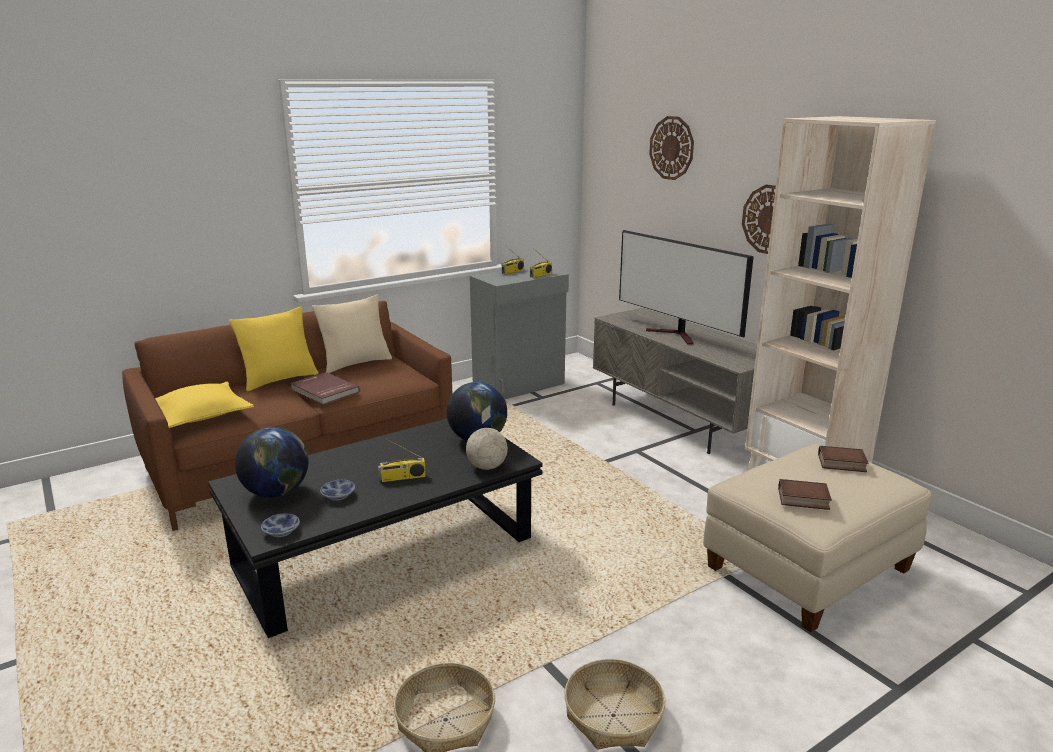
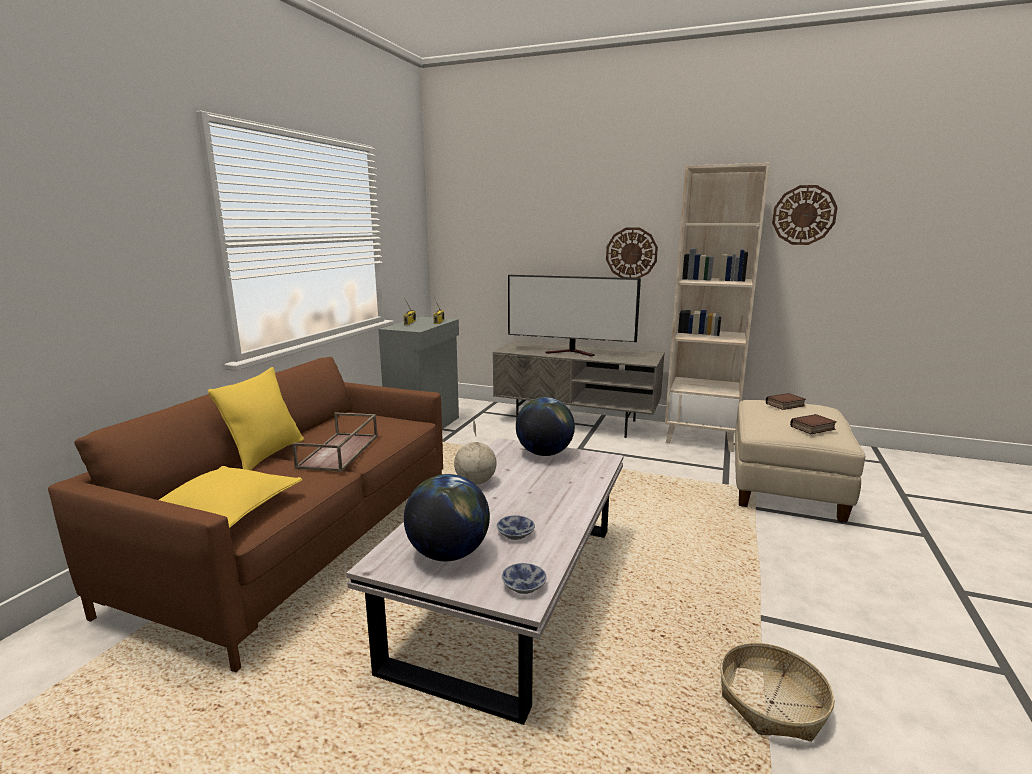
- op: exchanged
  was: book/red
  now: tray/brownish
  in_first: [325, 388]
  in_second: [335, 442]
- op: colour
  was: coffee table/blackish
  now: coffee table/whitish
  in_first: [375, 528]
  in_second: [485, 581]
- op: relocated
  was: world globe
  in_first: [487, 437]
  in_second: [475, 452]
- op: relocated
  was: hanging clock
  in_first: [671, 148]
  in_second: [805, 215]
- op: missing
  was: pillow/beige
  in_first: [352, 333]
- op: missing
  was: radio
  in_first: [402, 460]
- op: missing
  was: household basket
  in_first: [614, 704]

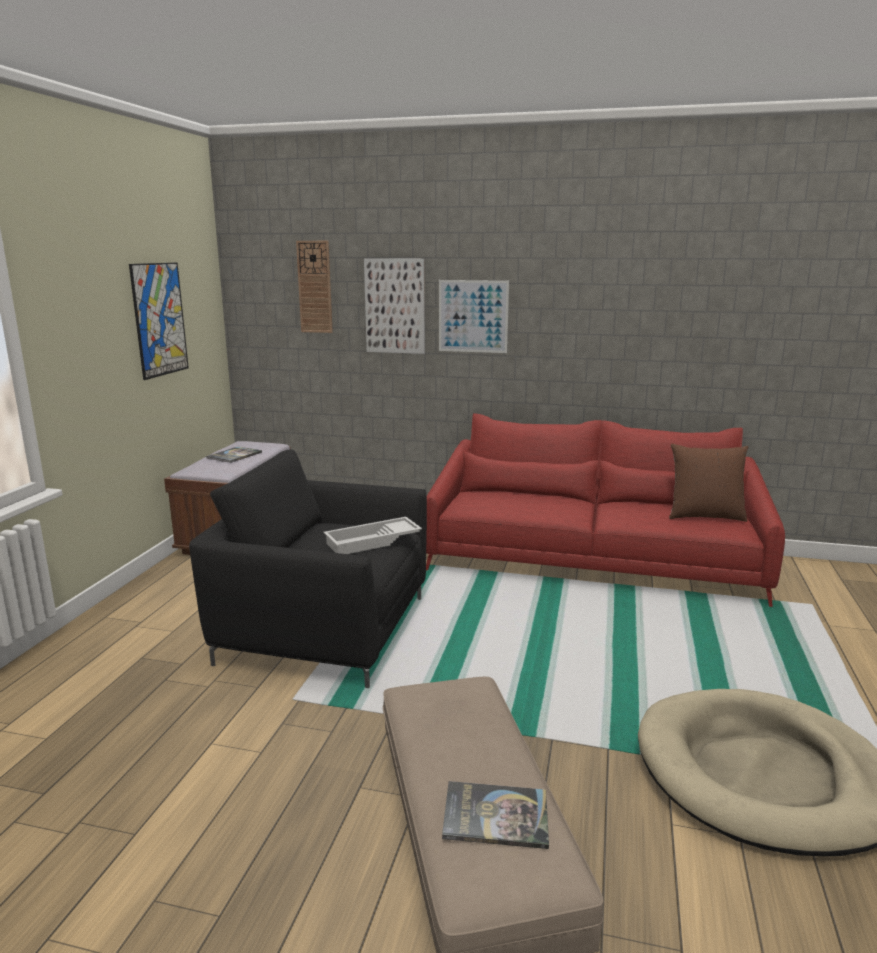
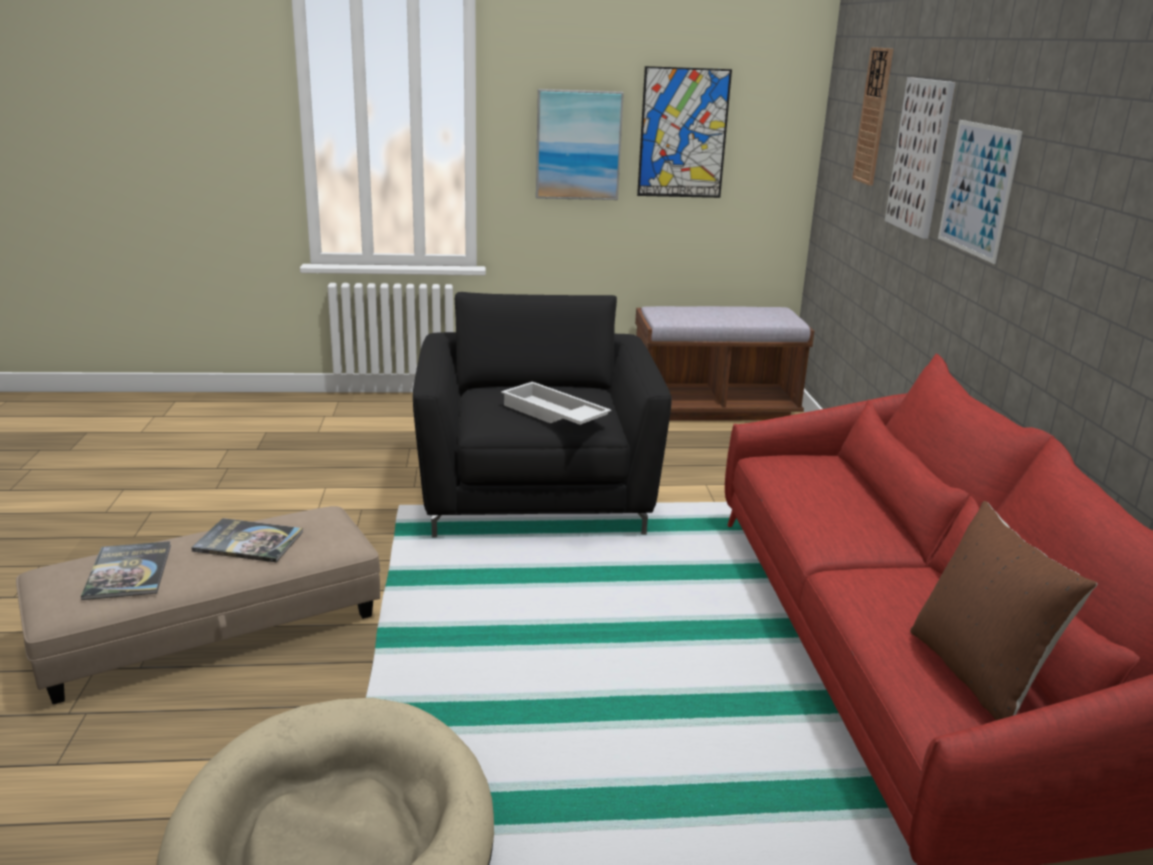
- op: relocated
  was: book
  in_first: [234, 455]
  in_second: [247, 540]
- op: appeared
  now: wall art
  in_second: [580, 144]

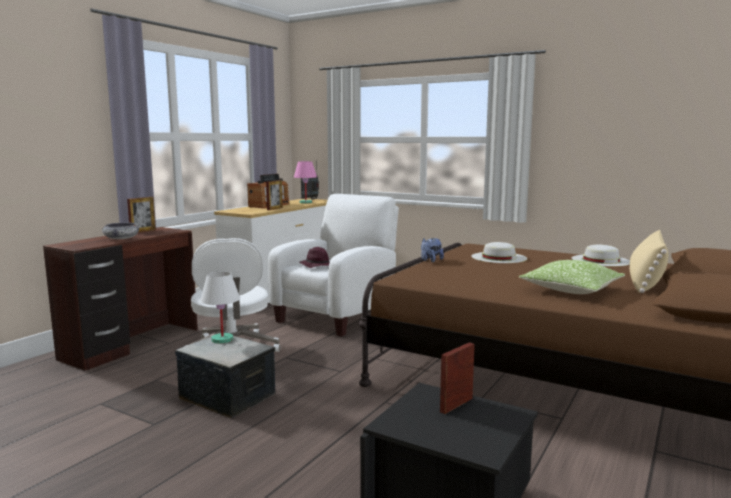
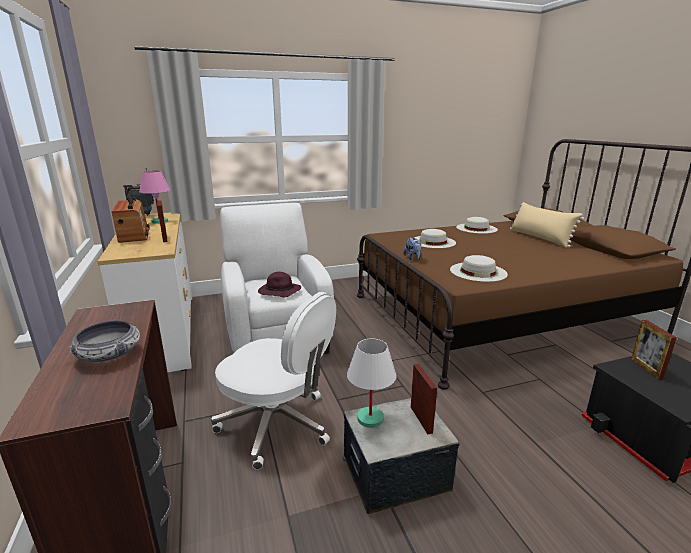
- op: relocated
  was: photo frame
  in_first: [141, 214]
  in_second: [424, 399]
- op: appeared
  now: clothing hat/whitish
  in_second: [479, 268]
- op: missing
  was: pillow
  in_first: [572, 277]

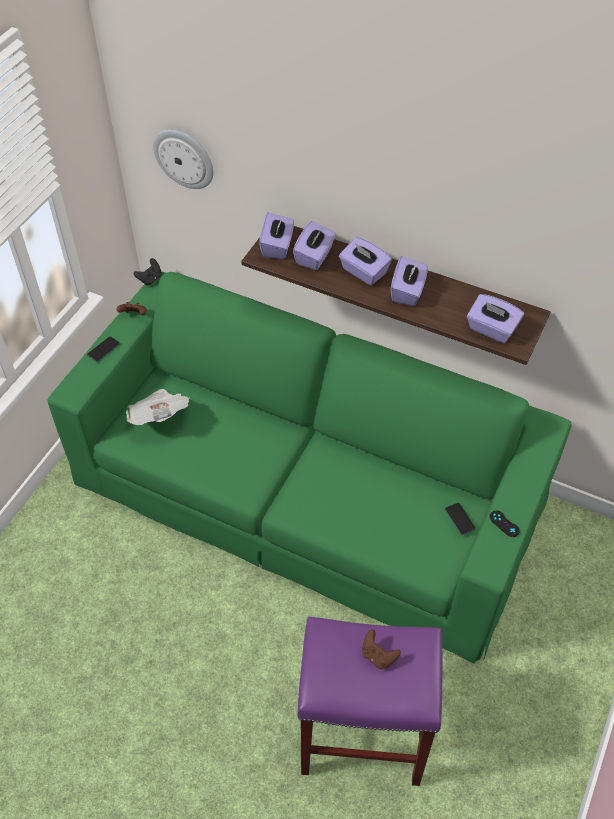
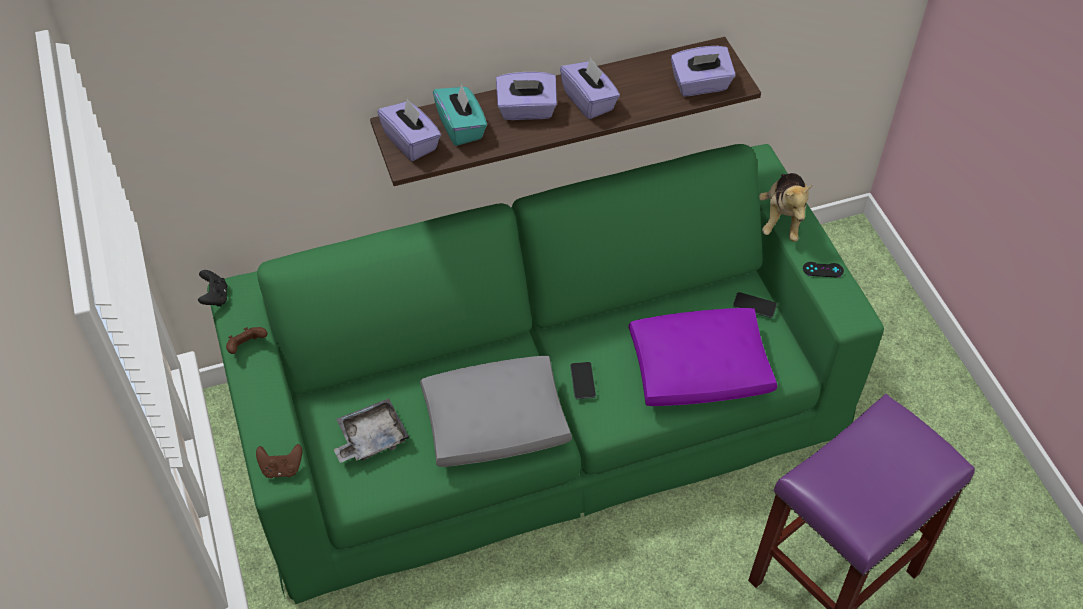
- op: relocated
  was: game controller/brownish
  in_first: [381, 649]
  in_second: [279, 461]
- op: exchanged
  was: newspaper
  now: tray/greyish
  in_first: [158, 407]
  in_second: [371, 430]
- op: appeared
  now: pillow/greyish
  in_second: [496, 411]
- op: colour
  was: tissue holder/purple
  now: tissue holder/turquoise-coloured
  in_first: [314, 245]
  in_second: [460, 115]
- op: relocated
  was: telephone
  in_first: [103, 349]
  in_second: [583, 380]
- op: appeared
  now: pillow/purple
  in_second: [703, 357]
- op: appeared
  now: plush toy
  in_second: [786, 207]
- op: missing
  was: hanging clock
  in_first: [183, 159]

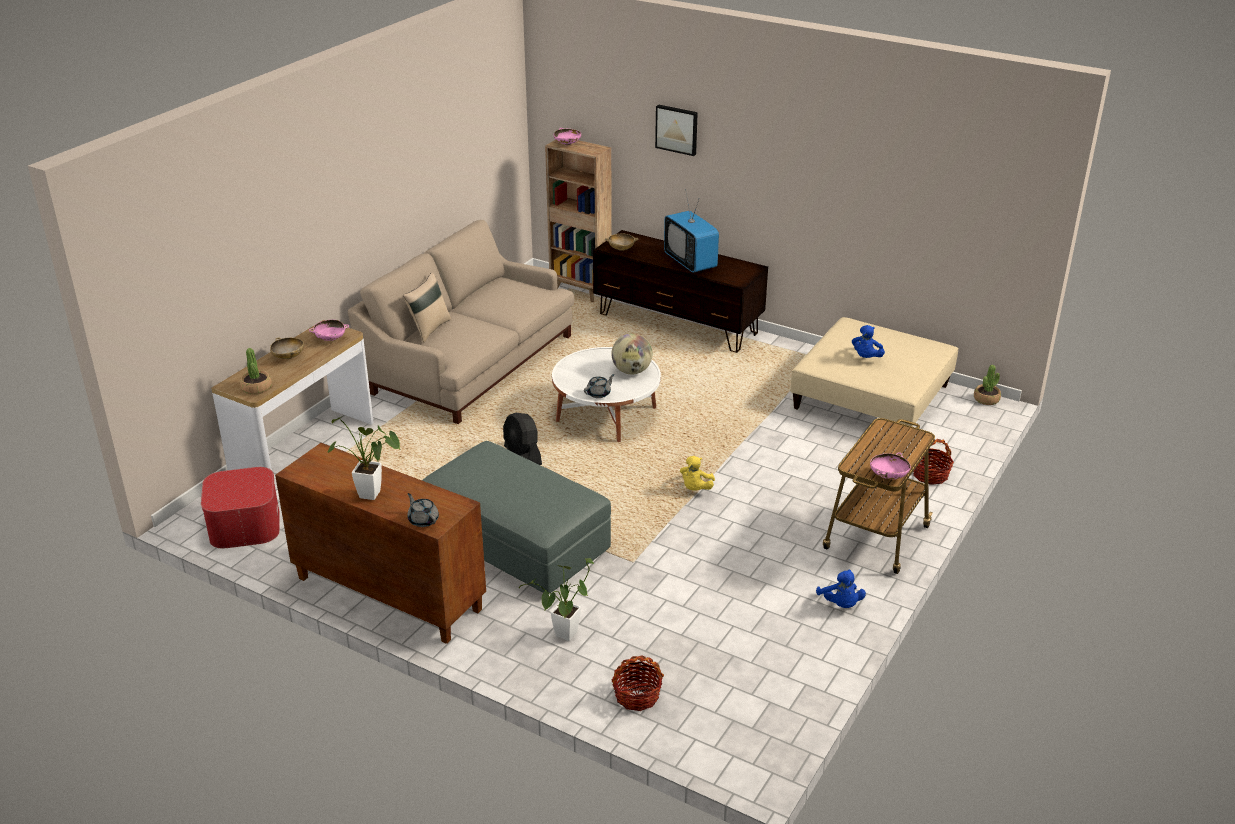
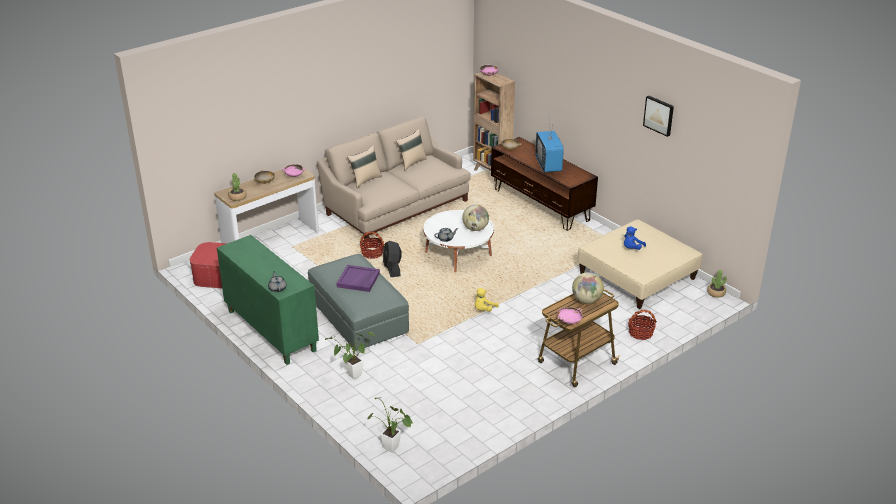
- op: colour
  was: cupboard/brownish
  now: cupboard/green-coloured
  in_first: [380, 543]
  in_second: [268, 300]
- op: appeared
  now: tray/purple
  in_second: [358, 278]
- op: relocated
  was: household basket
  in_first: [637, 683]
  in_second: [372, 245]
- op: relocated
  was: potted plant
  in_first: [363, 458]
  in_second: [390, 425]
- op: appeared
  now: pillow/beige
  in_second: [411, 150]
- op: appeared
  now: world globe
  in_second: [588, 288]
- op: relocated
  was: wall art
  in_first: [676, 130]
  in_second: [658, 116]
- op: missing
  was: plush toy/bluish
  in_first: [841, 589]

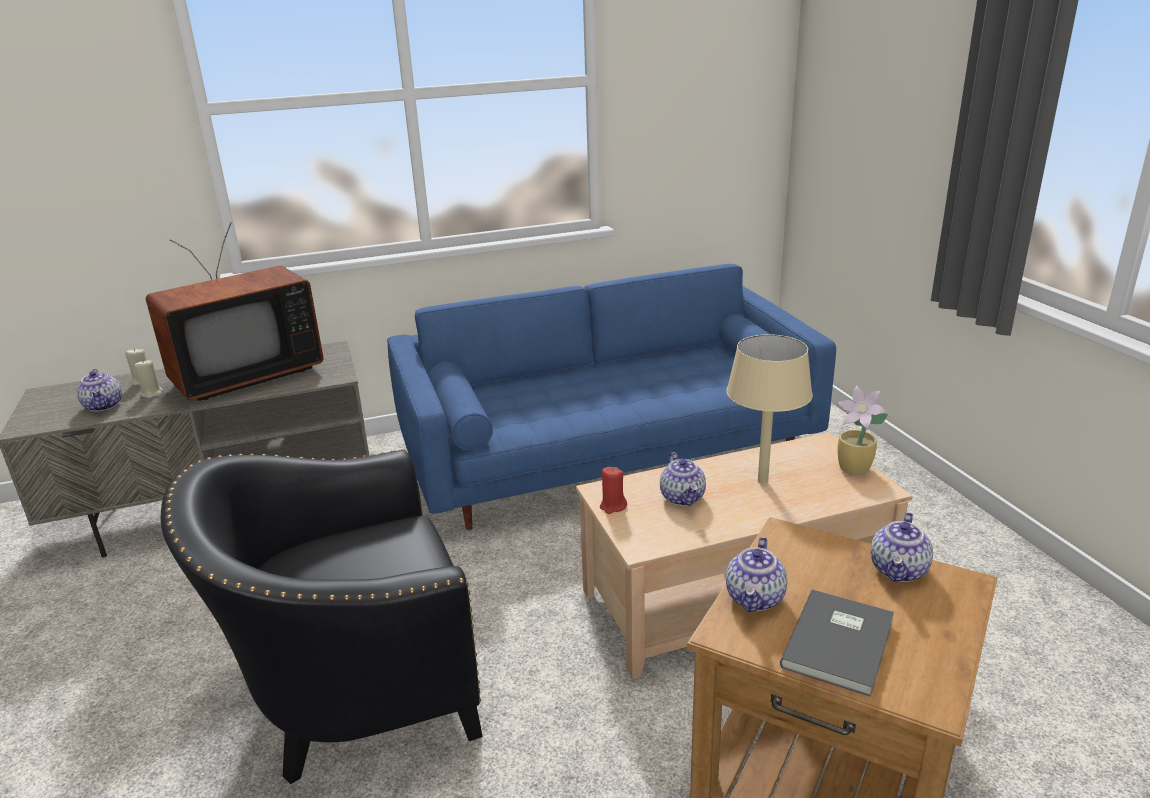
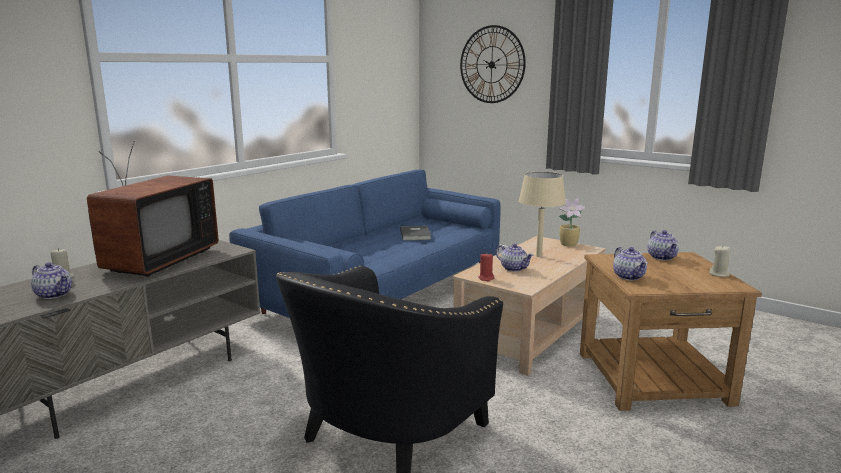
- op: relocated
  was: book/greyish
  in_first: [837, 643]
  in_second: [416, 233]
- op: appeared
  now: hanging clock
  in_second: [493, 64]
- op: relocated
  was: wax light/beige
  in_first: [148, 378]
  in_second: [720, 261]

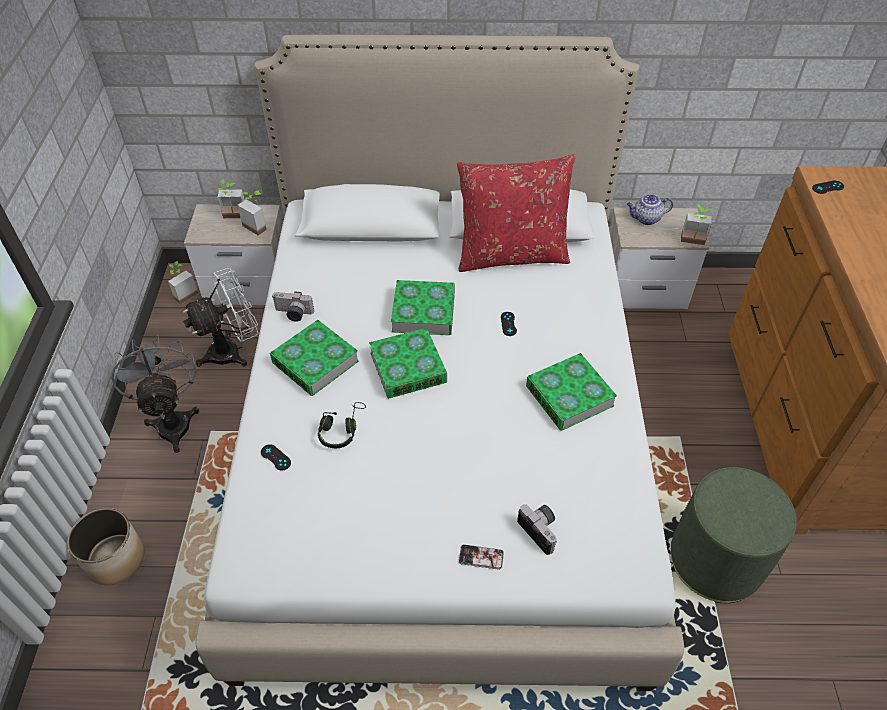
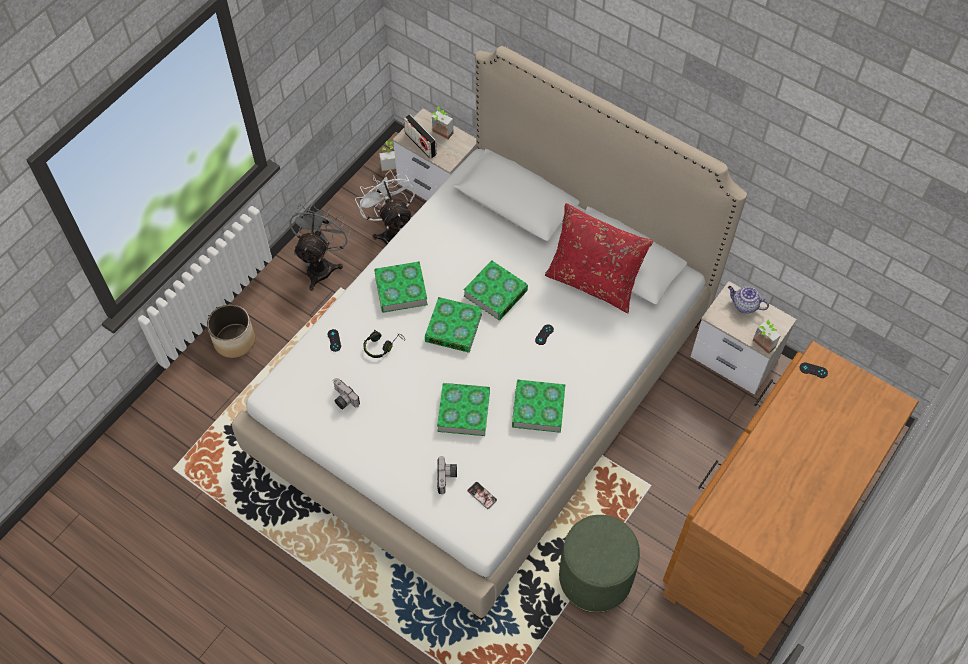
- op: relocated
  was: photo camera
  in_first: [293, 306]
  in_second: [346, 393]
- op: spun
  was: fan/whitish
  in_first: [220, 317]
  in_second: [385, 207]
  clockwise: -120
- op: appeared
  now: radio
  in_second: [420, 136]
- op: appeared
  now: book
  in_second: [463, 409]
- op: relocated
  was: telephone
  in_first: [481, 557]
  in_second: [482, 495]
- op: missing
  was: potted plant
  in_first: [252, 213]

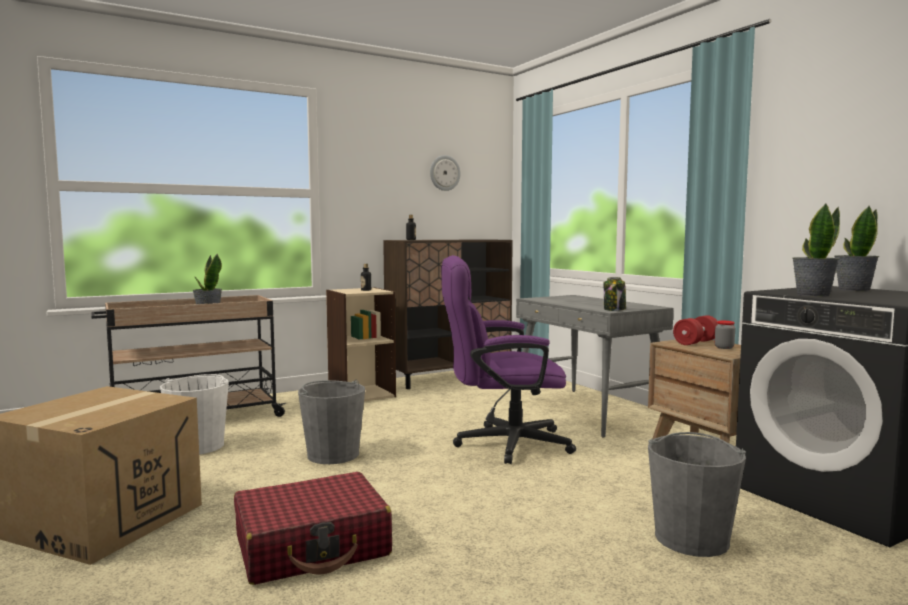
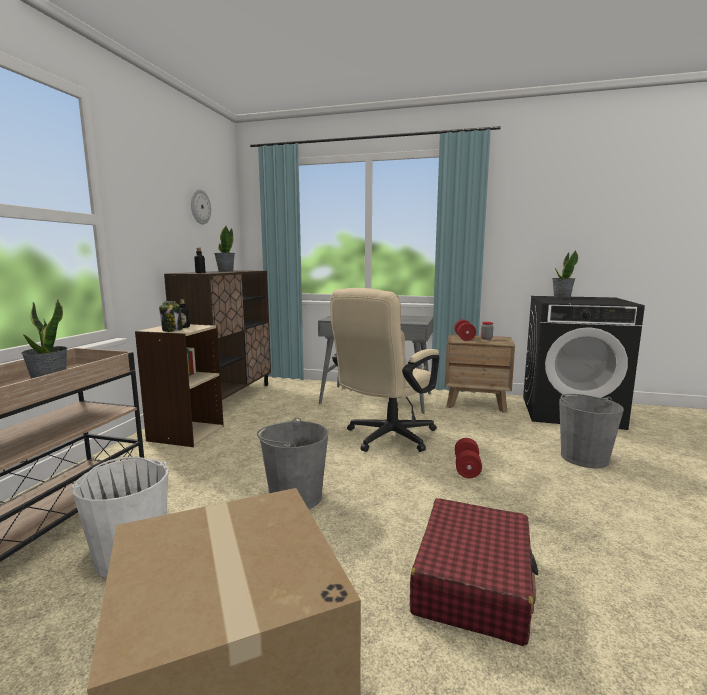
- op: relocated
  was: jar
  in_first: [614, 294]
  in_second: [171, 316]
- op: relocated
  was: potted plant
  in_first: [816, 250]
  in_second: [224, 249]
- op: colour
  was: desk chair/purple
  now: desk chair/beige
  in_first: [508, 359]
  in_second: [384, 370]
- op: appeared
  now: hand weight/red
  in_second: [468, 458]

